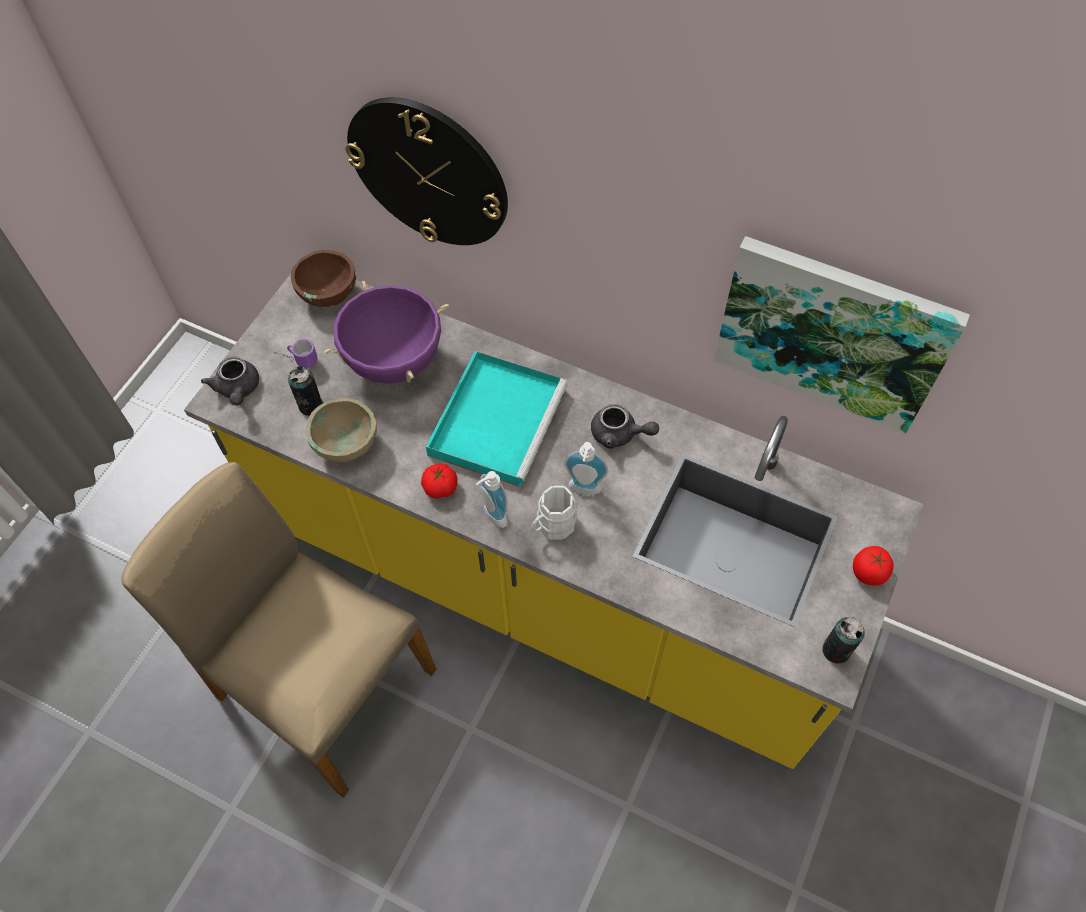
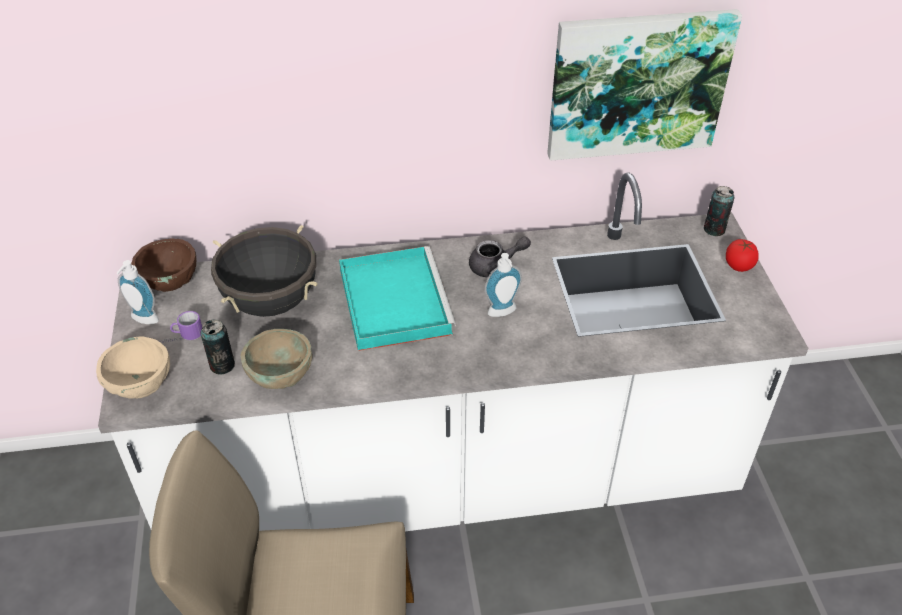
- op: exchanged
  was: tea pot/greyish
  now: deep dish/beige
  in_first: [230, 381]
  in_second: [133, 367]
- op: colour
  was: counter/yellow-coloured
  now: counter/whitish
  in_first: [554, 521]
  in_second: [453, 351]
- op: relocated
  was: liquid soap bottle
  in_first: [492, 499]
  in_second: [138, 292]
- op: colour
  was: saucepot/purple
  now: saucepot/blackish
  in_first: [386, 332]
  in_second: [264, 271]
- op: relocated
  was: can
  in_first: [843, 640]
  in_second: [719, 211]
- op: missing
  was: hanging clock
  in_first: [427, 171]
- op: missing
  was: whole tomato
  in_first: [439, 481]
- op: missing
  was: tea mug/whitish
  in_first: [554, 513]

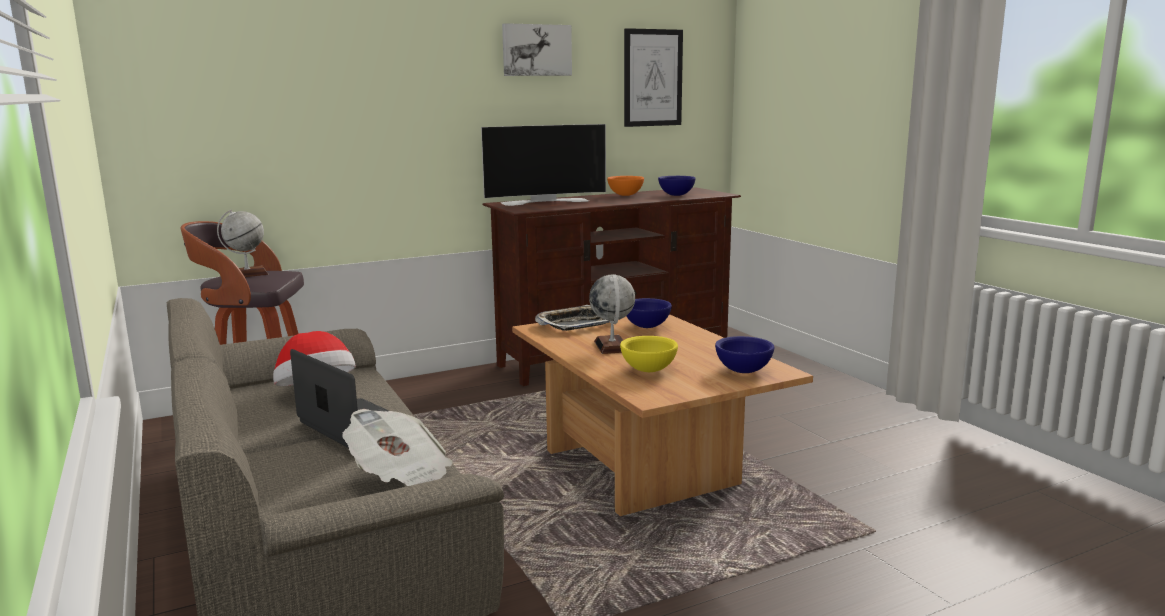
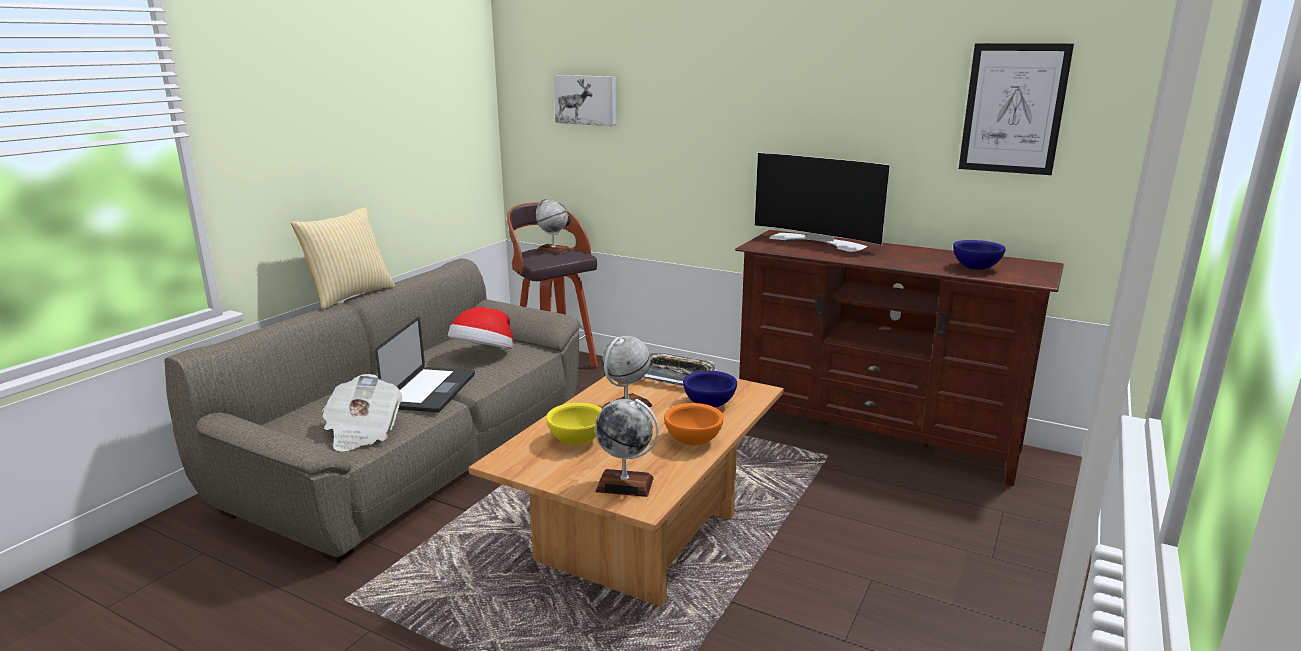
- op: appeared
  now: pillow
  in_second: [343, 258]
- op: relocated
  was: wall art
  in_first: [537, 49]
  in_second: [584, 100]
- op: exchanged
  was: deep dish/bluish
  now: world globe
  in_first: [744, 354]
  in_second: [626, 448]
- op: relocated
  was: deep dish/orange
  in_first: [625, 186]
  in_second: [694, 424]

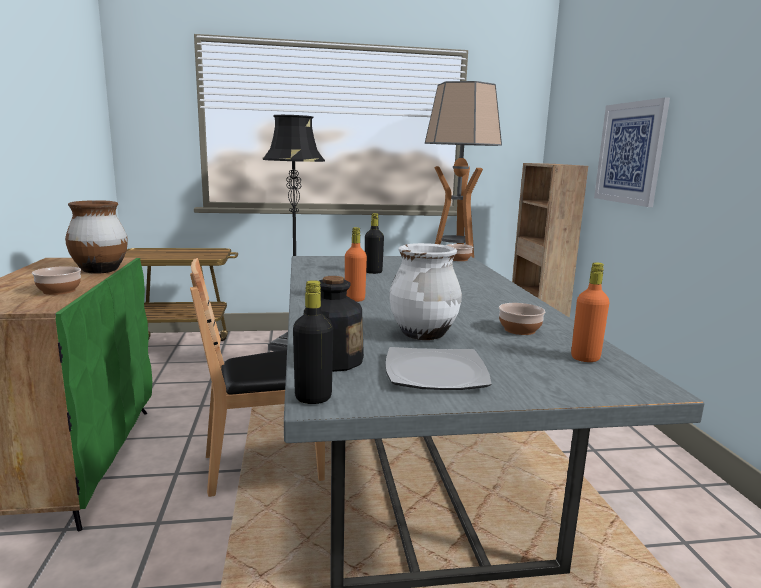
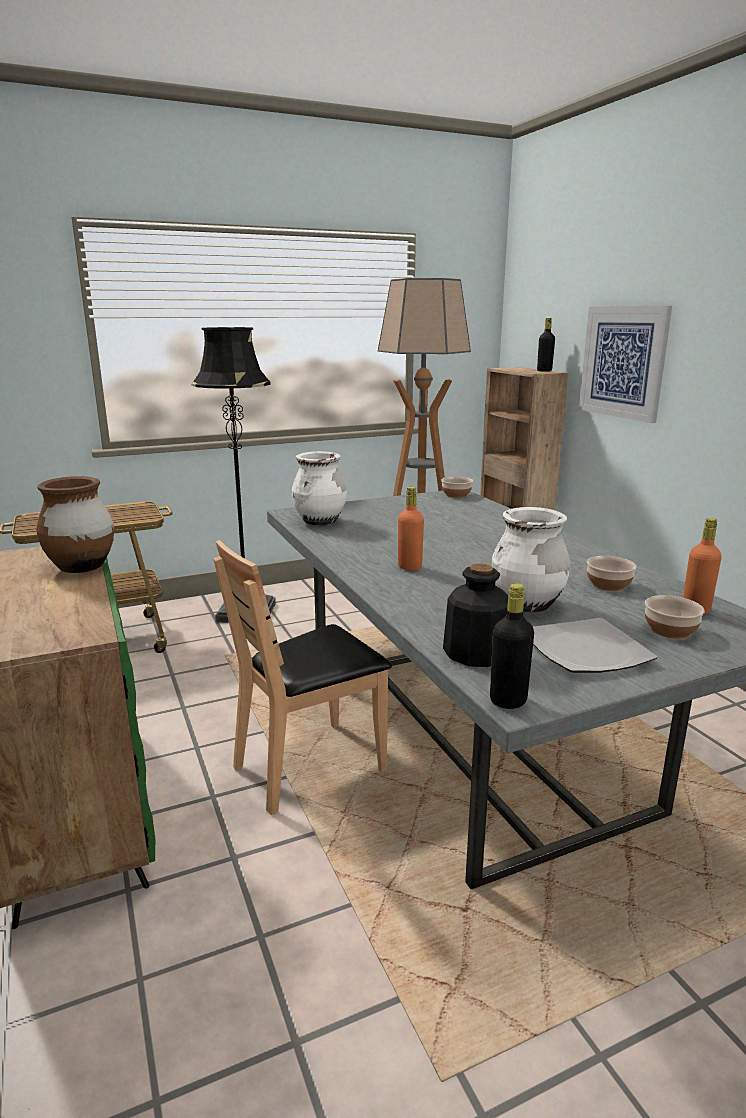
- op: appeared
  now: decorative vase/whitish
  in_second: [319, 488]
- op: relocated
  was: beverage bottle/blackish
  in_first: [374, 243]
  in_second: [546, 345]
- op: relocated
  was: deep dish
  in_first: [56, 280]
  in_second: [674, 617]

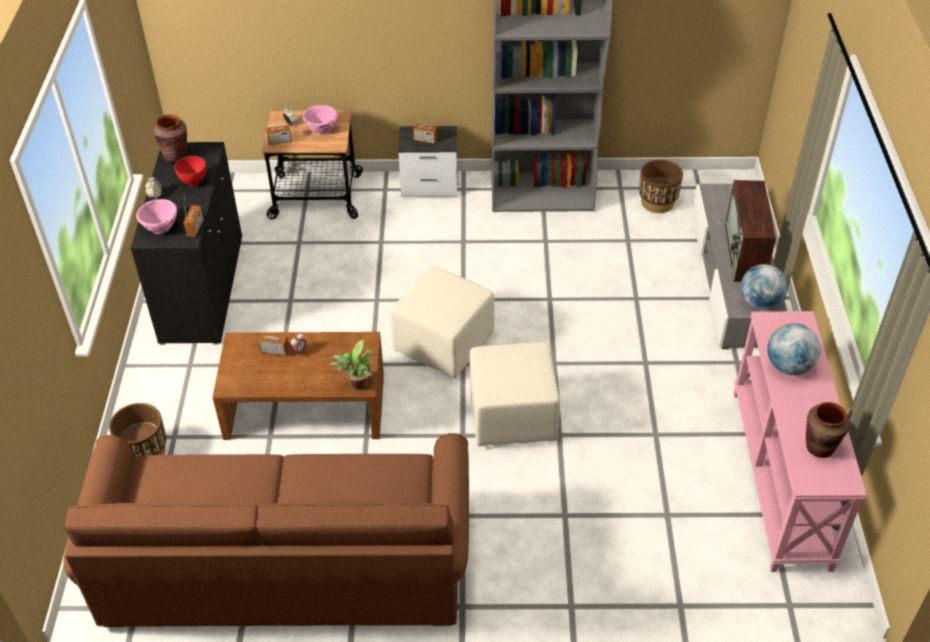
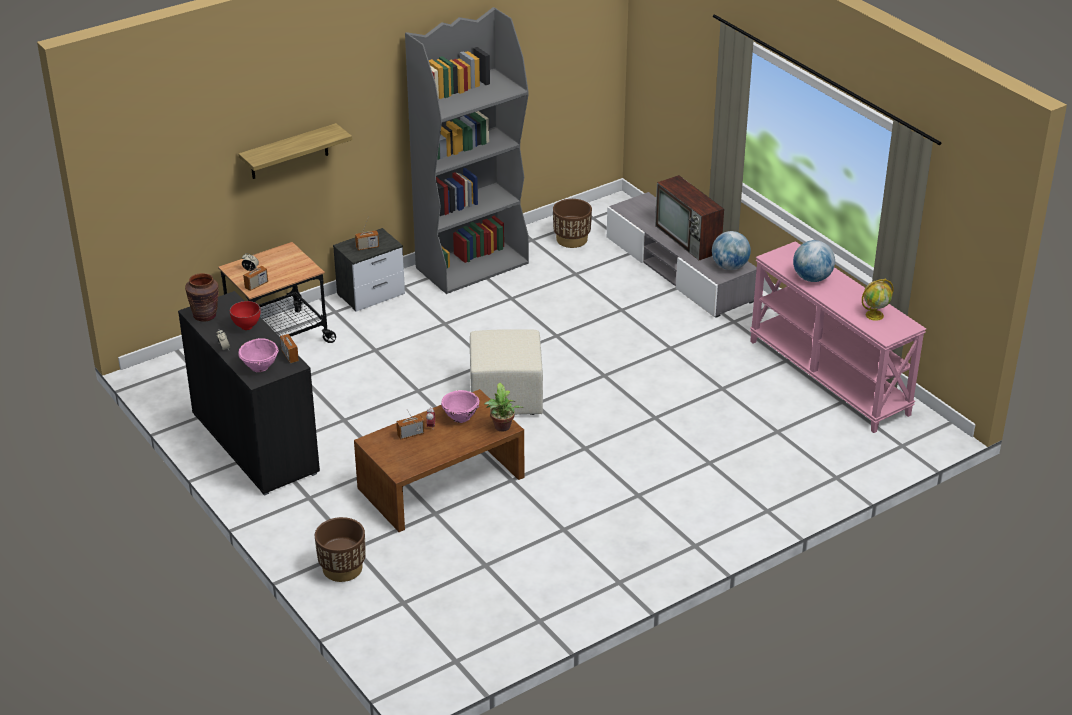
- op: appeared
  now: shelf
  in_second: [295, 151]
- op: relocated
  was: deep dish/pink-coloured
  in_first: [320, 120]
  in_second: [460, 406]
- op: exchanged
  was: decorative vase/brownish
  now: world globe
  in_first: [828, 430]
  in_second: [877, 300]
- op: missing
  was: settee/brownish
  in_first: [266, 530]
- op: missing
  was: footrest/beige
  in_first: [514, 394]

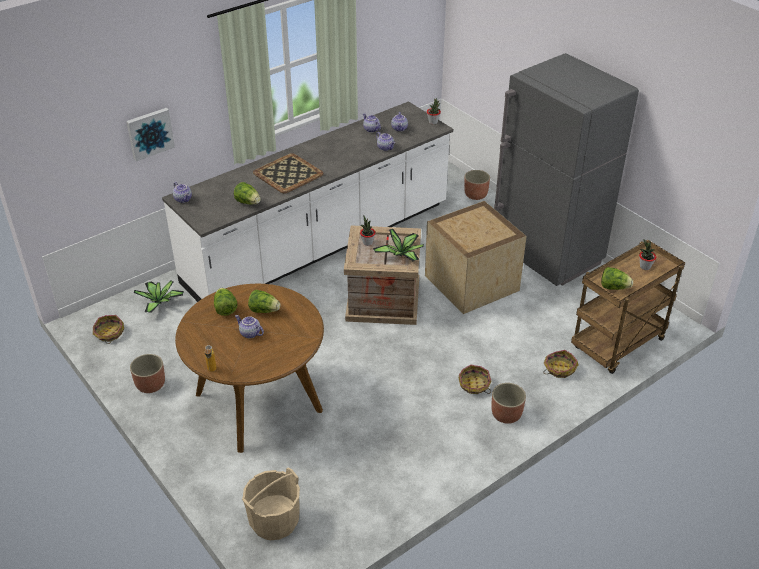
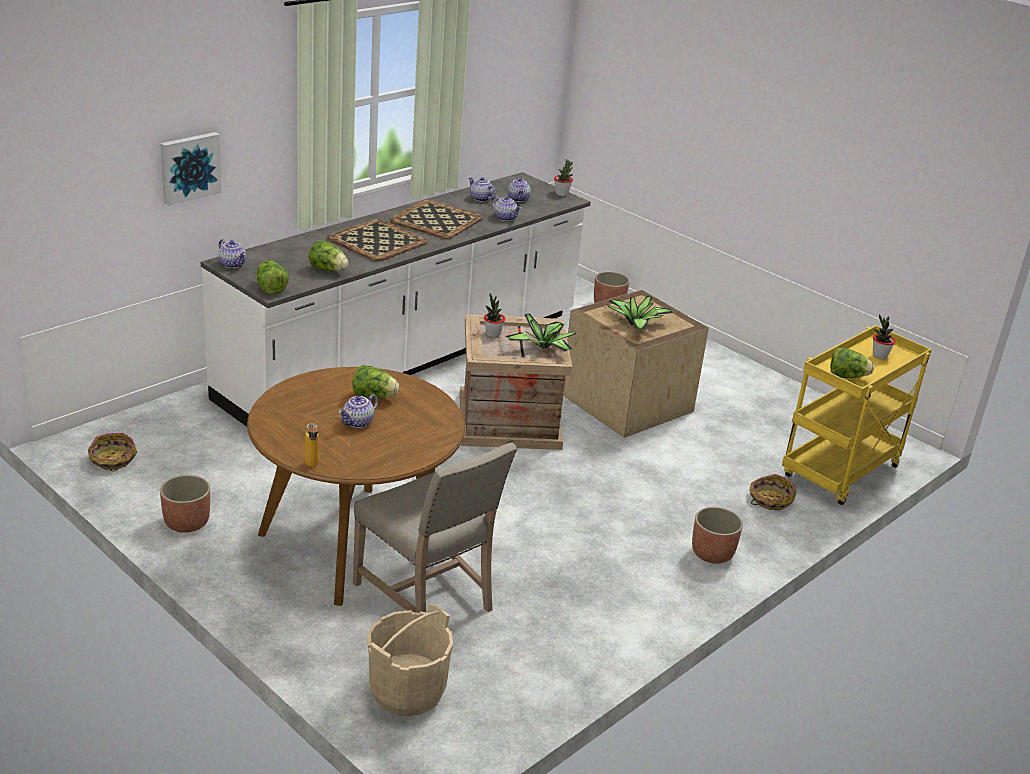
- op: relocated
  was: lettuce
  in_first: [225, 302]
  in_second: [273, 277]
- op: spun
  was: tea pot
  in_first: [249, 326]
  in_second: [358, 411]
  clockwise: -75
- op: appeared
  now: upright chair/beige
  in_second: [435, 527]
- op: appeared
  now: tray
  in_second: [436, 219]
- op: relocated
  was: potted plant
  in_first: [159, 297]
  in_second: [640, 312]
- op: colour
  was: wheeled cart/brownish
  now: wheeled cart/yellow-coloured
  in_first: [628, 307]
  in_second: [857, 415]
- op: missing
  was: household basket
  in_first: [475, 379]
- op: missing
  was: fridge/greyish
  in_first: [566, 169]

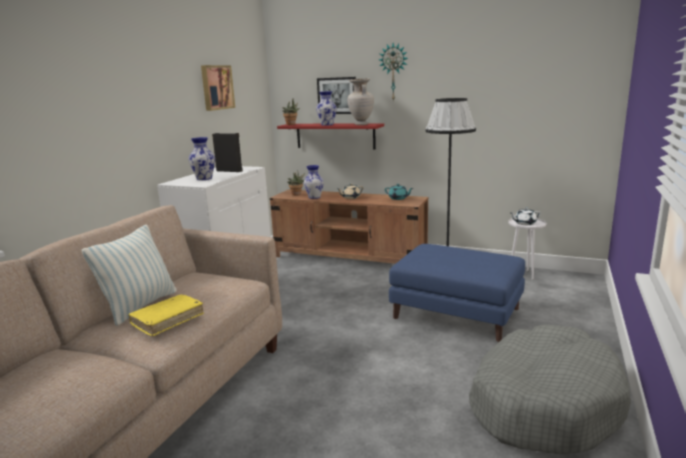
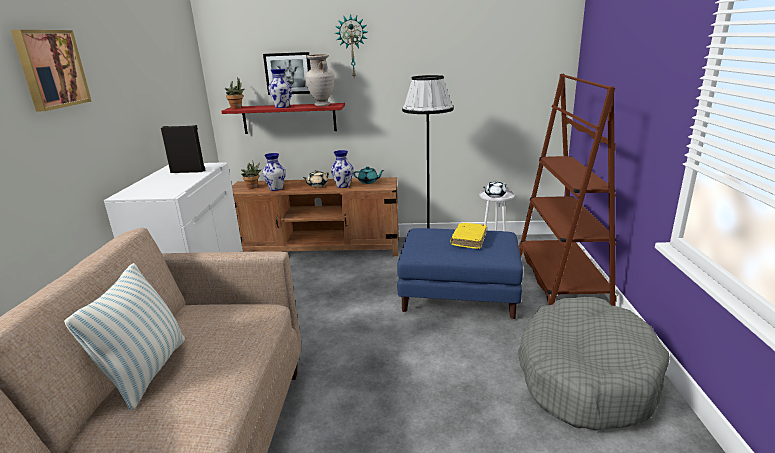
- op: relocated
  was: wall art
  in_first: [218, 88]
  in_second: [51, 71]
- op: relocated
  was: decorative vase
  in_first: [202, 158]
  in_second: [342, 169]
- op: relocated
  was: book/yellow-coloured
  in_first: [166, 315]
  in_second: [469, 236]
- op: appeared
  now: bookcase/brownish
  in_second: [568, 190]

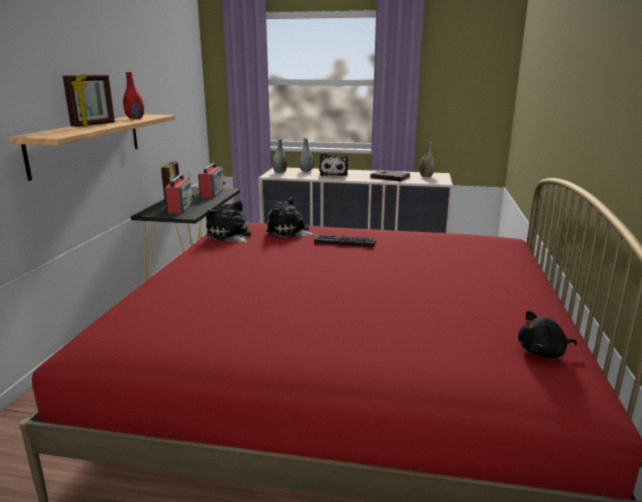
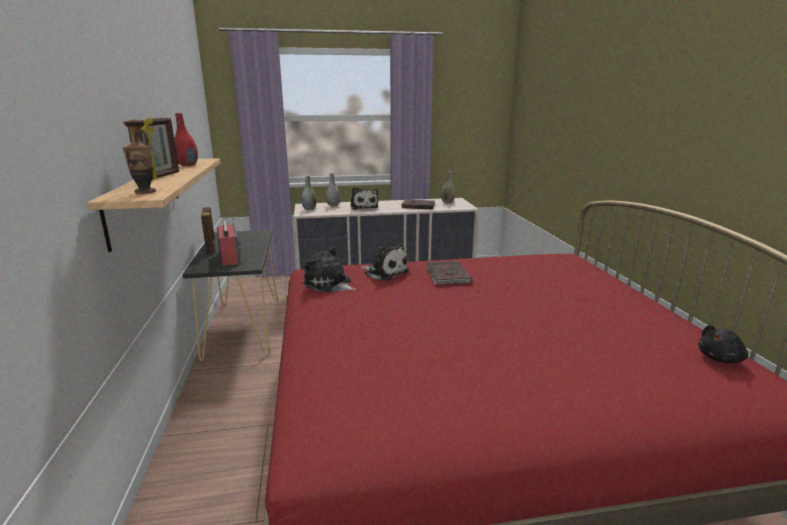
- op: appeared
  now: decorative vase
  in_second: [139, 157]
- op: spun
  was: plush toy
  in_first: [291, 217]
  in_second: [385, 262]
  clockwise: -150
- op: exchanged
  was: keyboard
  now: book/brownish
  in_first: [345, 241]
  in_second: [449, 273]
- op: missing
  was: radio
  in_first: [212, 179]

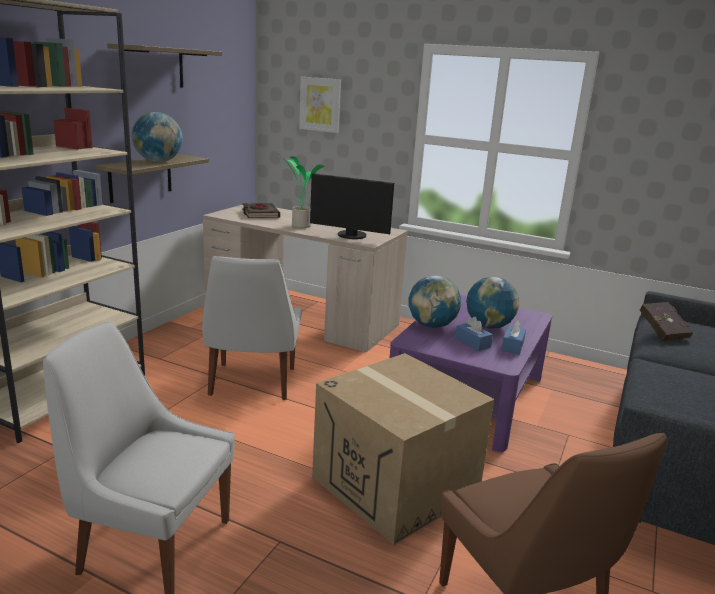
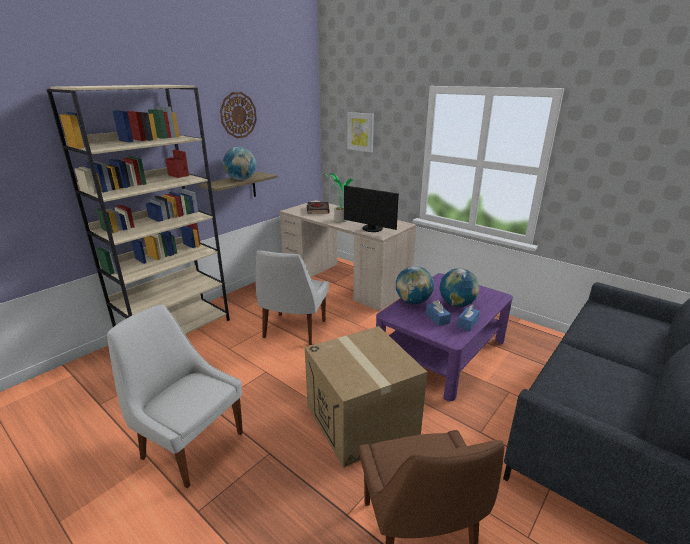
- op: exchanged
  was: shelf
  now: hanging clock
  in_first: [164, 65]
  in_second: [238, 115]
- op: missing
  was: book/red
  in_first: [666, 321]

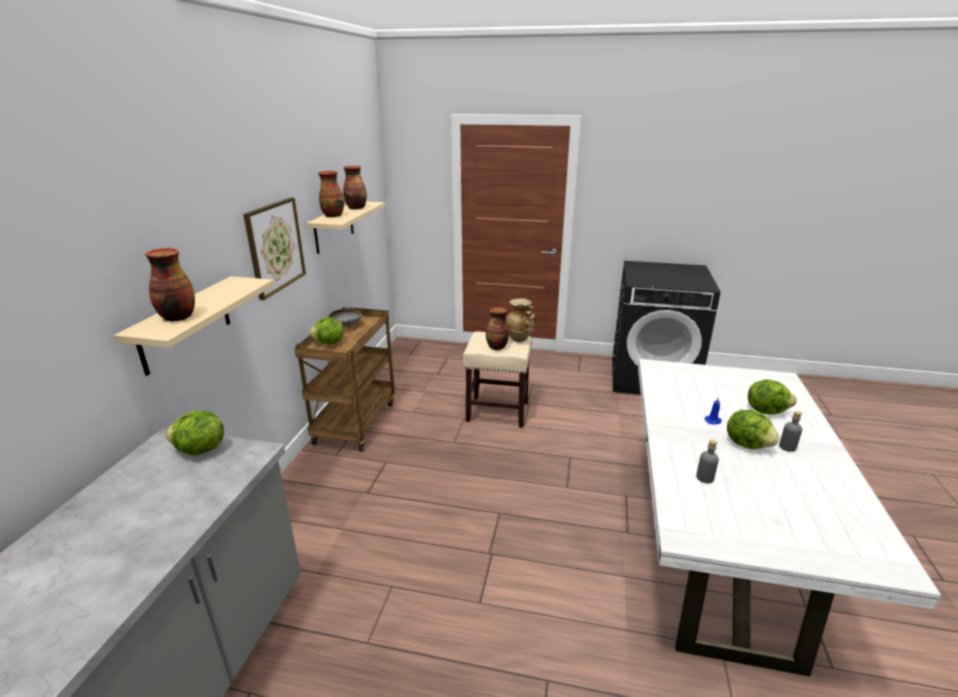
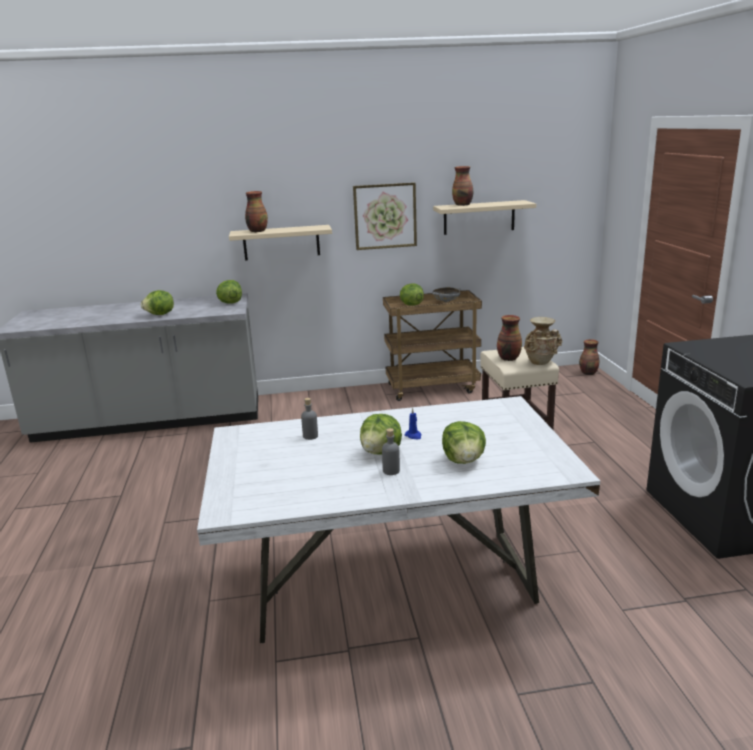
- op: appeared
  now: lettuce
  in_second: [157, 302]
- op: relocated
  was: decorative vase
  in_first: [355, 187]
  in_second: [589, 357]

